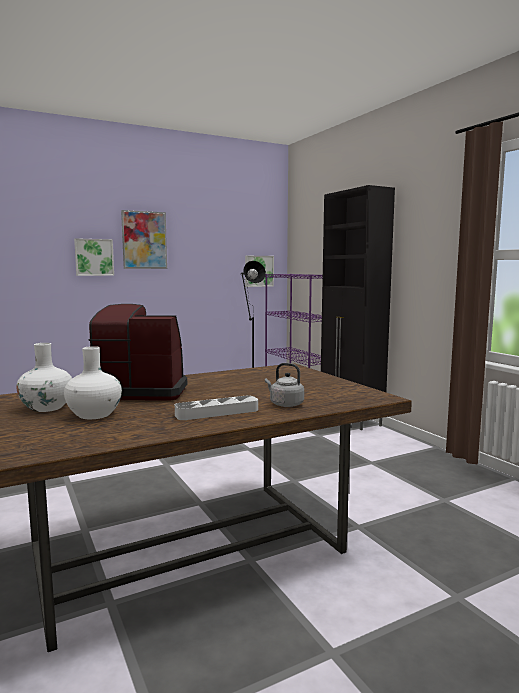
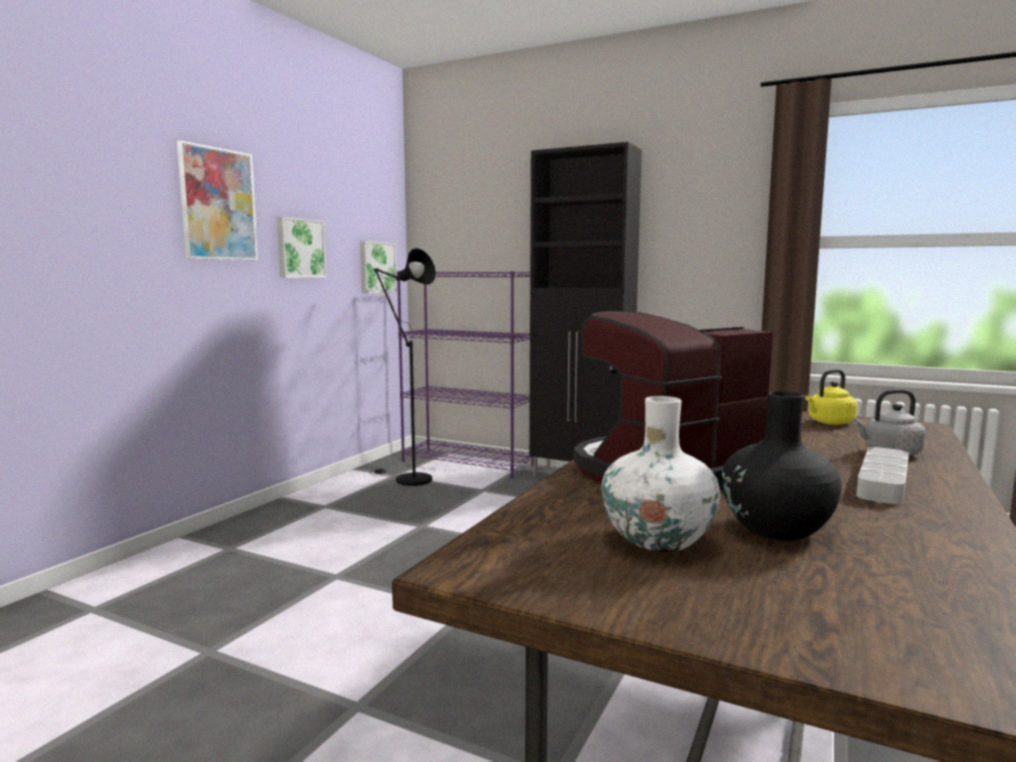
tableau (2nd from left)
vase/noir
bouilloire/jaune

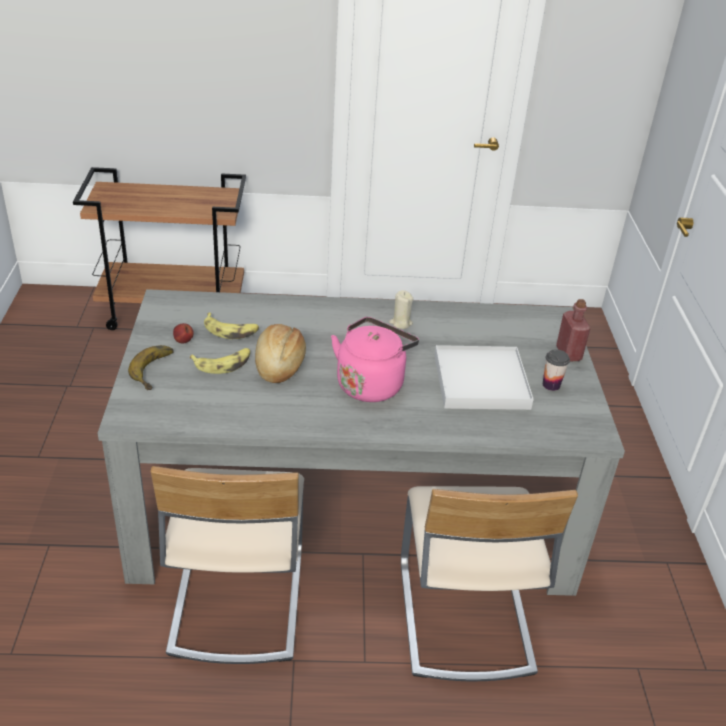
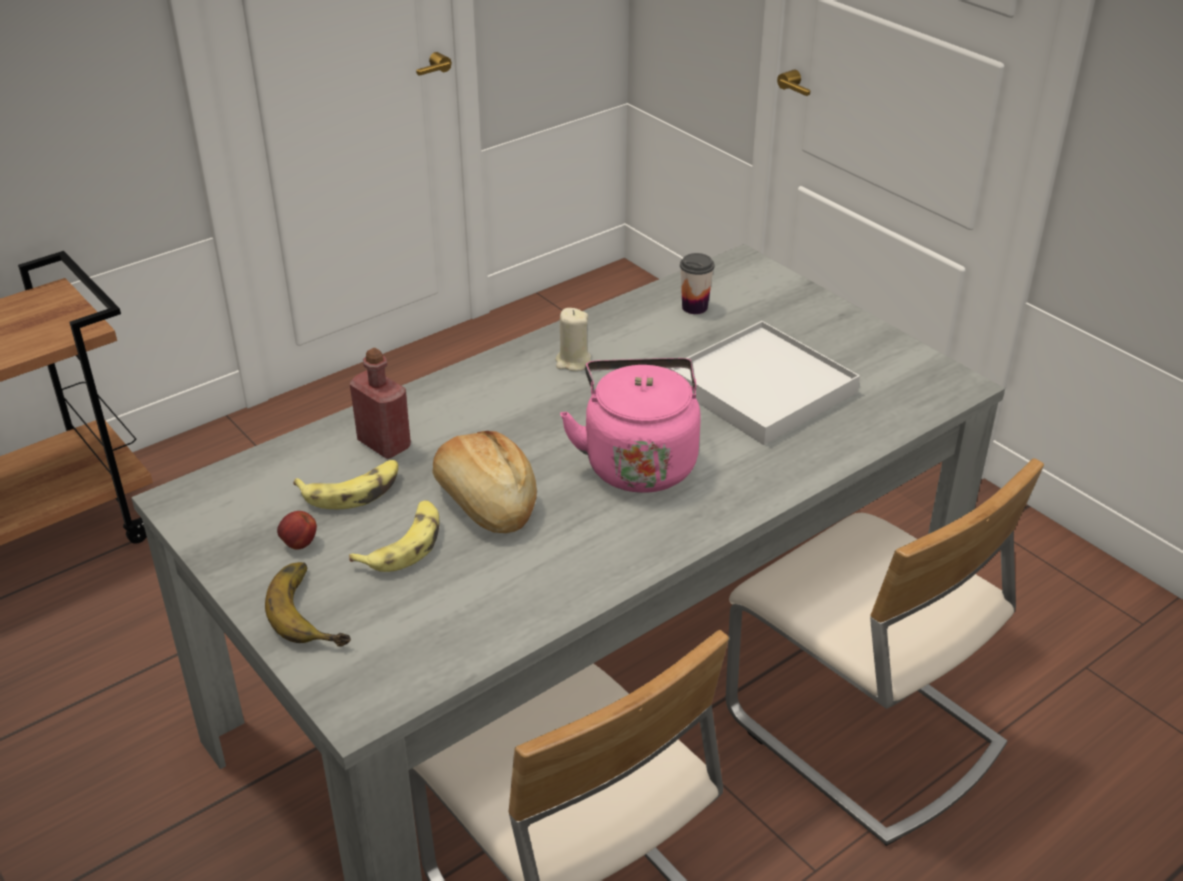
bouteille/rouge
tasse

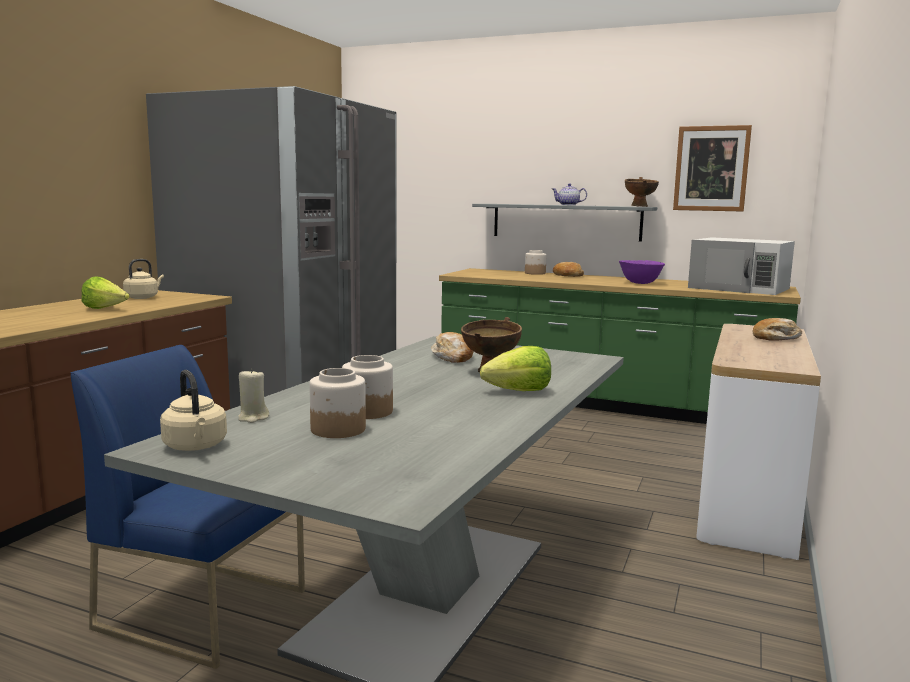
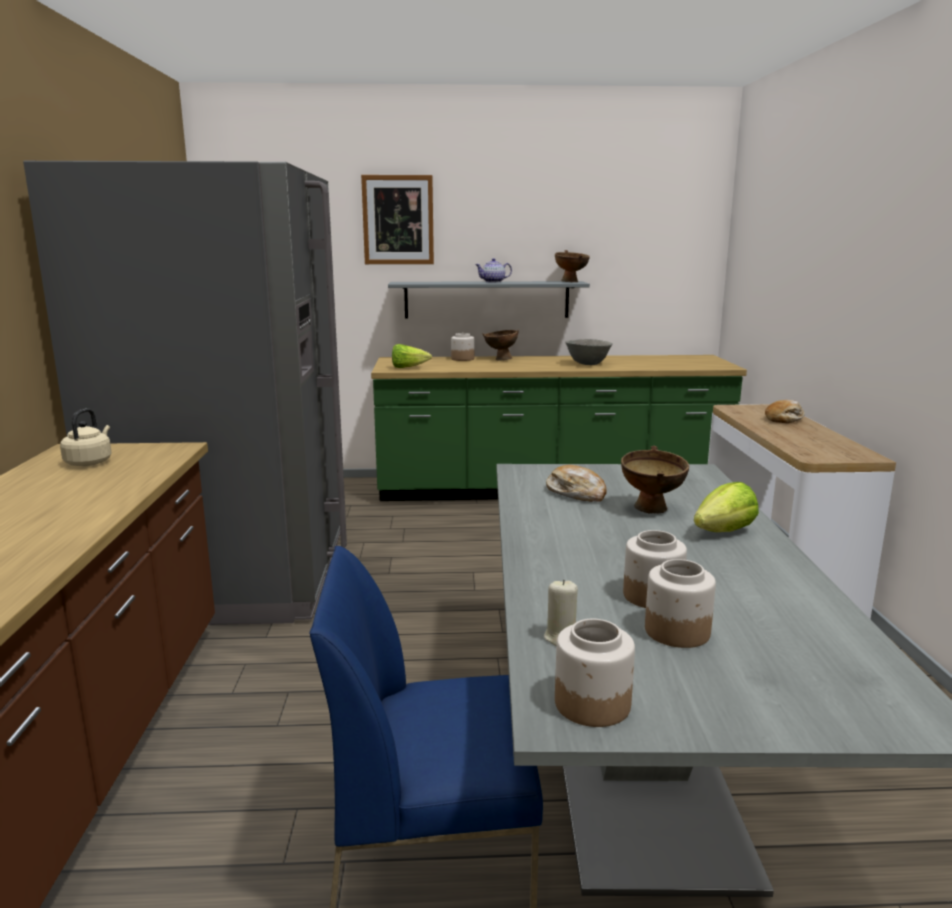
tableau
laitue (1st from left)
bol/marron (1st from left)
bocal (2nd from left)
bol/gris
micro-ondes/blanc

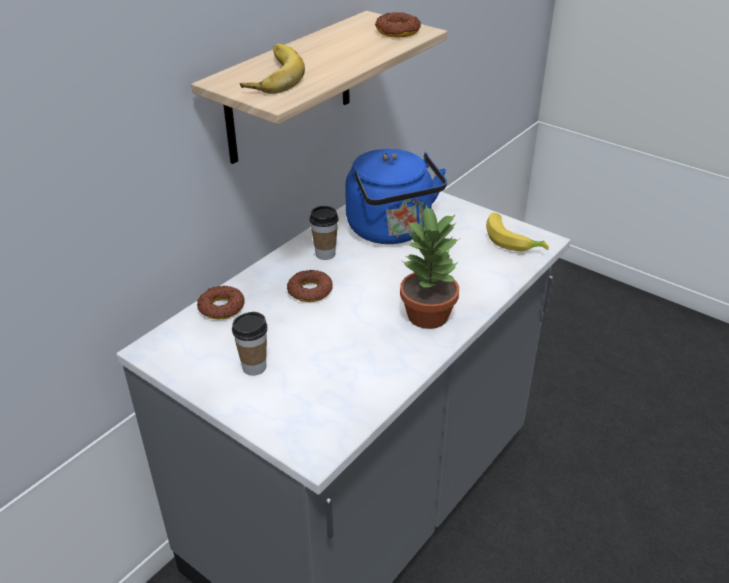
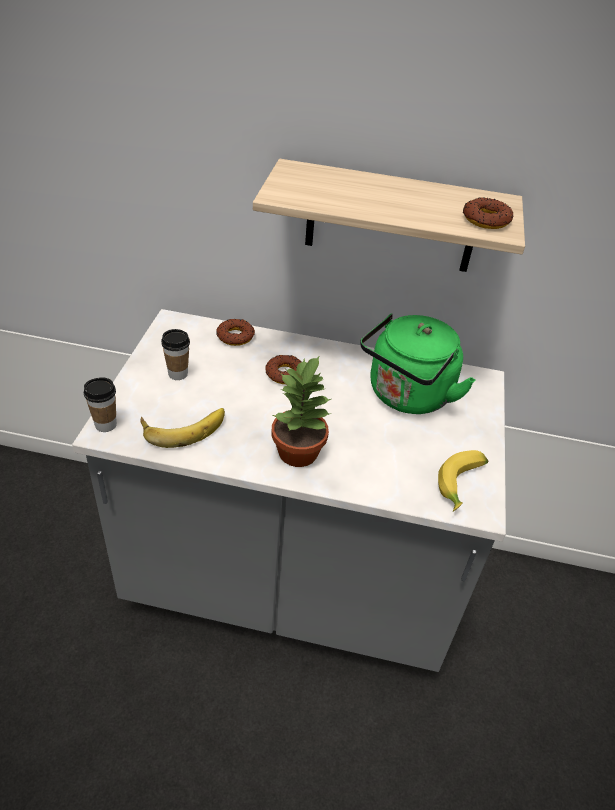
tasse (1st from left)
banane (1st from left)
bouilloire/vert

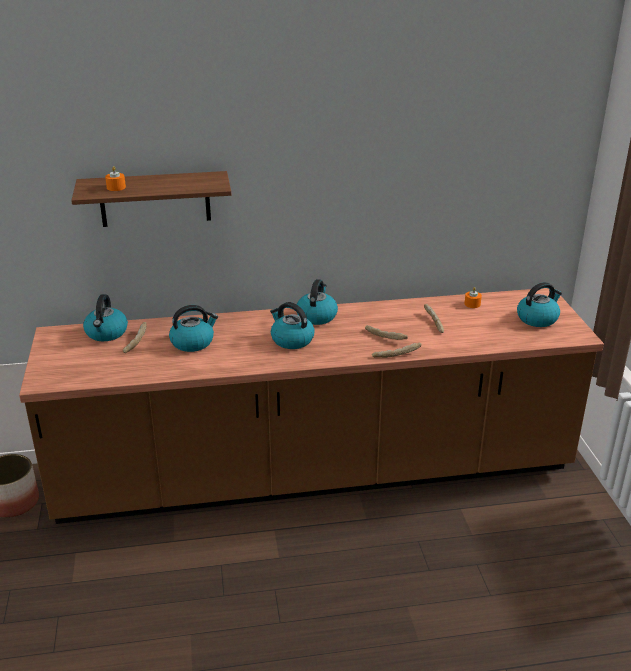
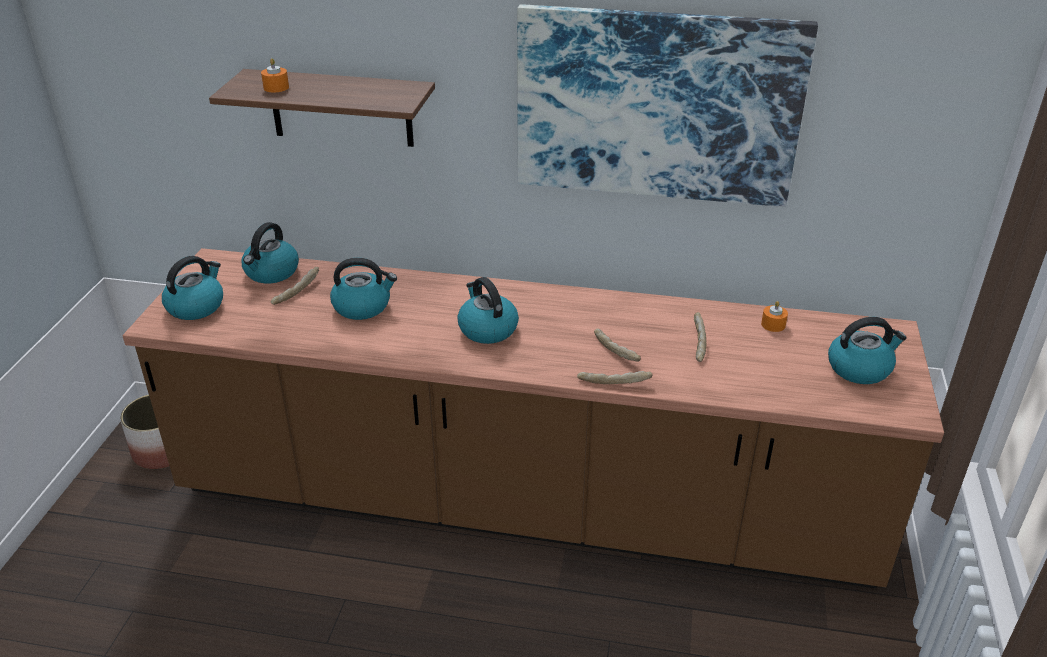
bouilloire (1st from left)
tableau

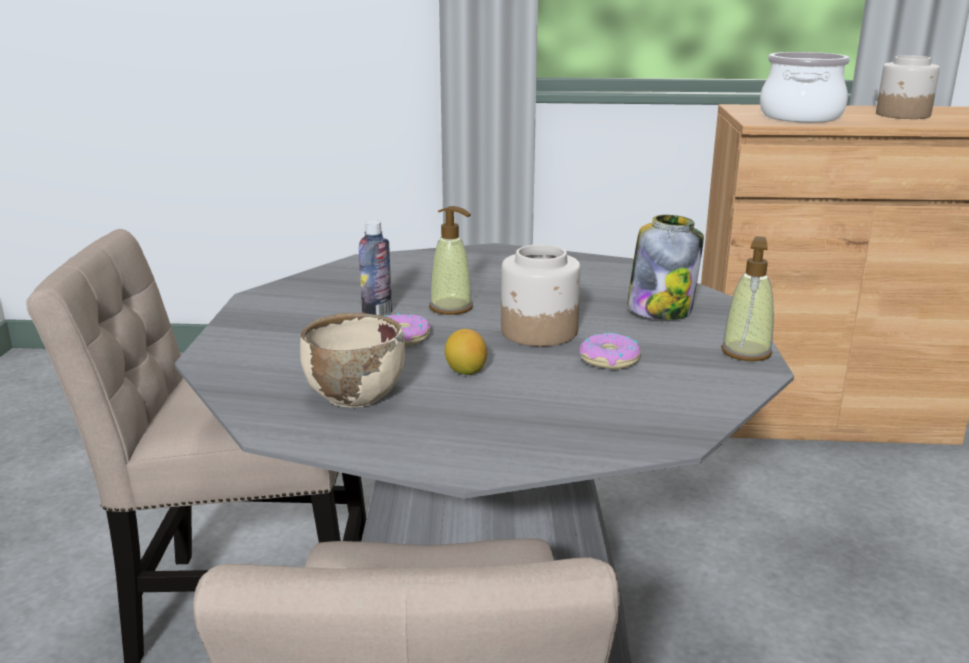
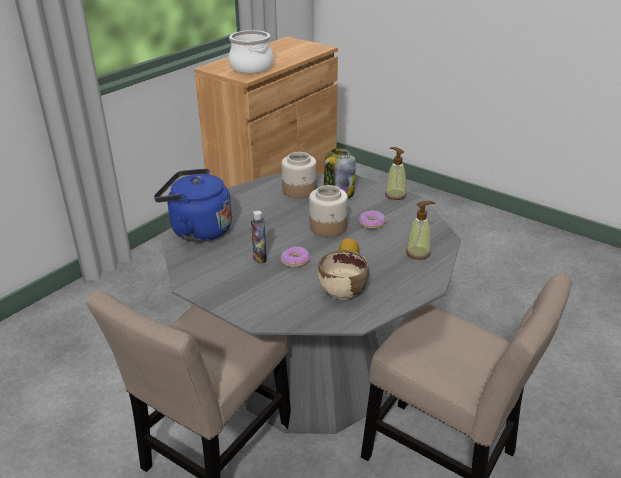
bouilloire/bleu
bocal (1st from left)
distributeur de savon (2nd from left)

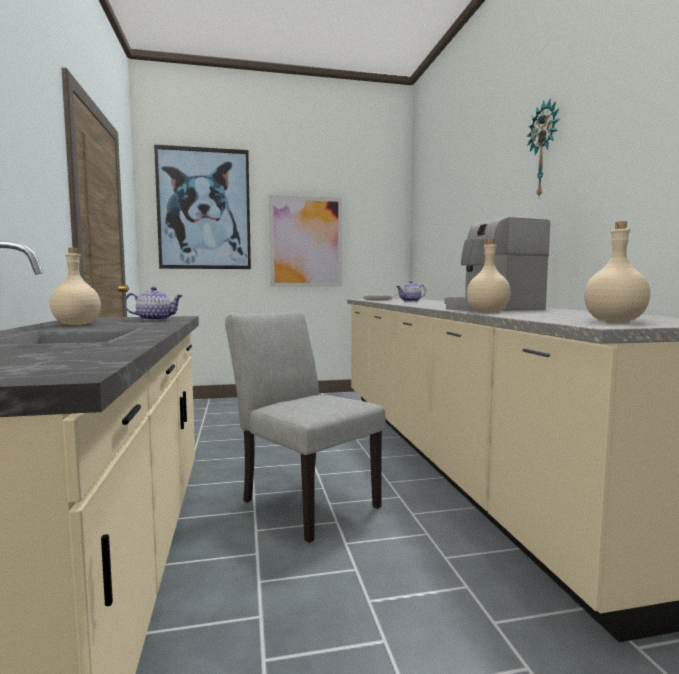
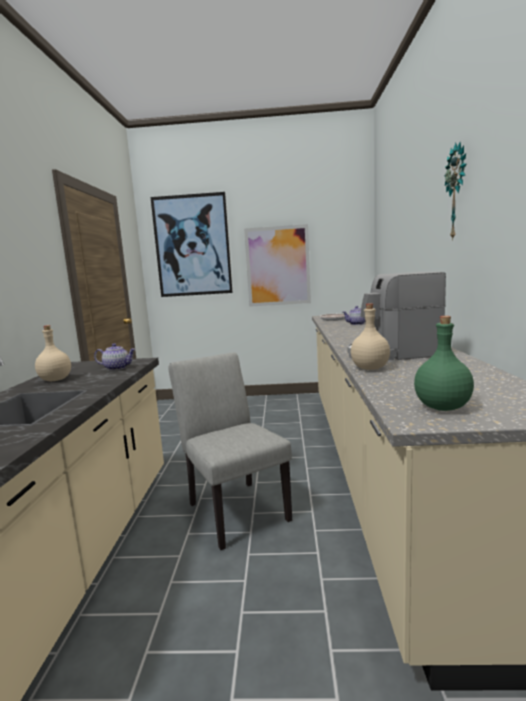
bouteille/vert

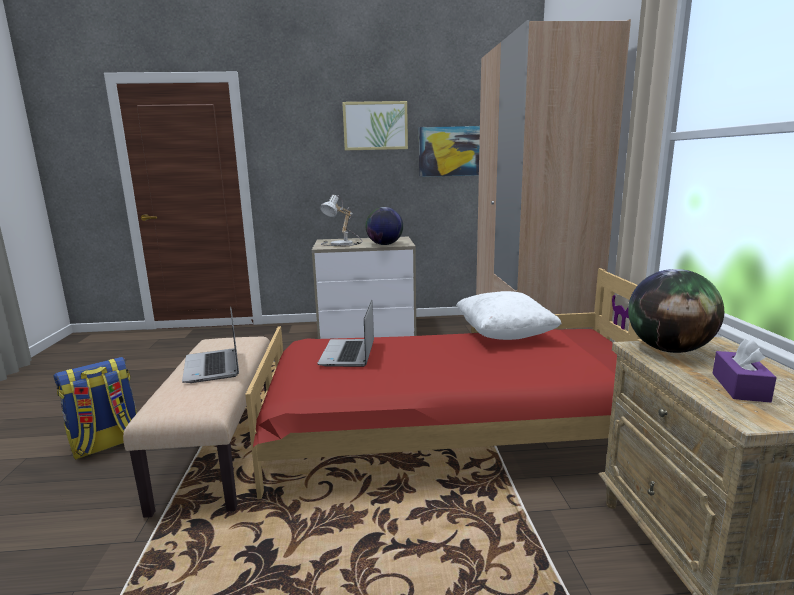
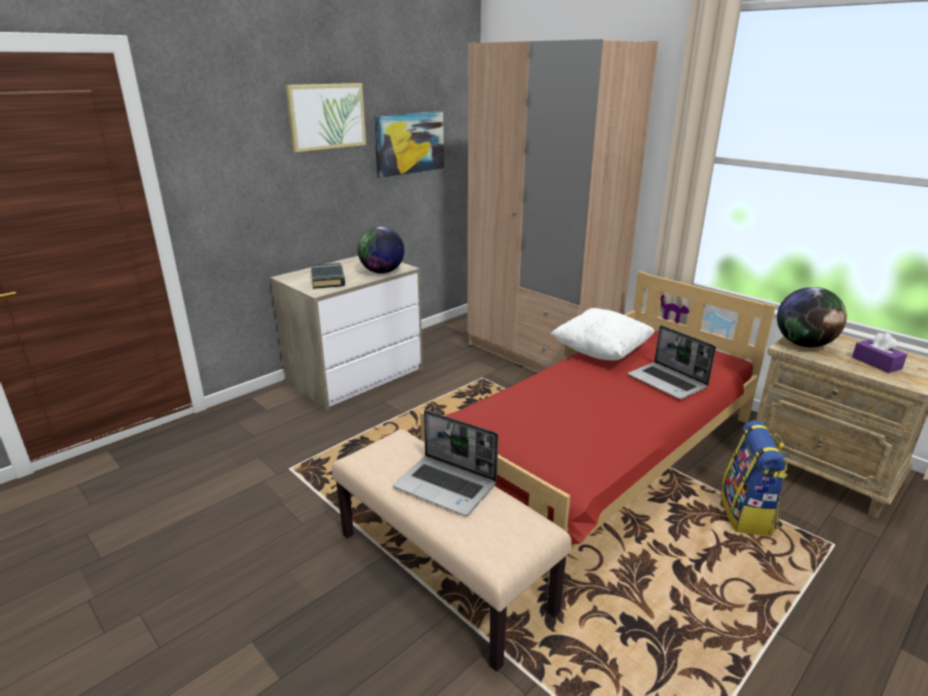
livre/noir
ordinateur portable (2nd from left)
sac à dos

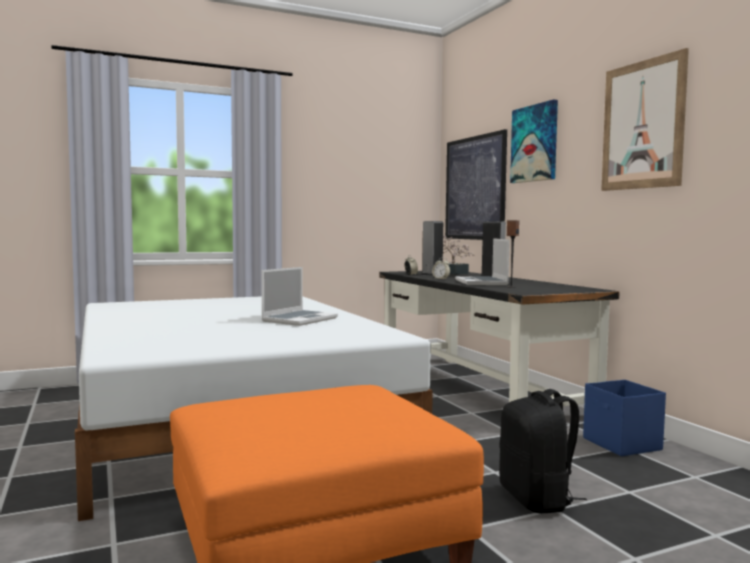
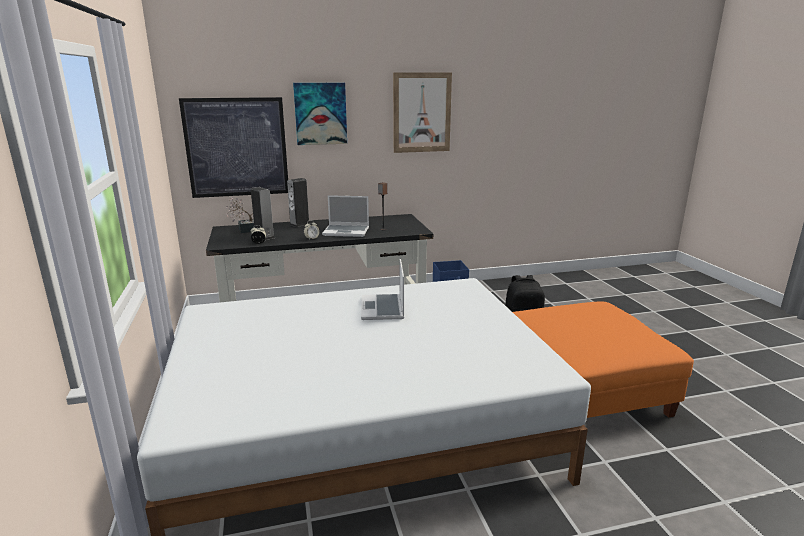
ordinateur portable (2nd from left)

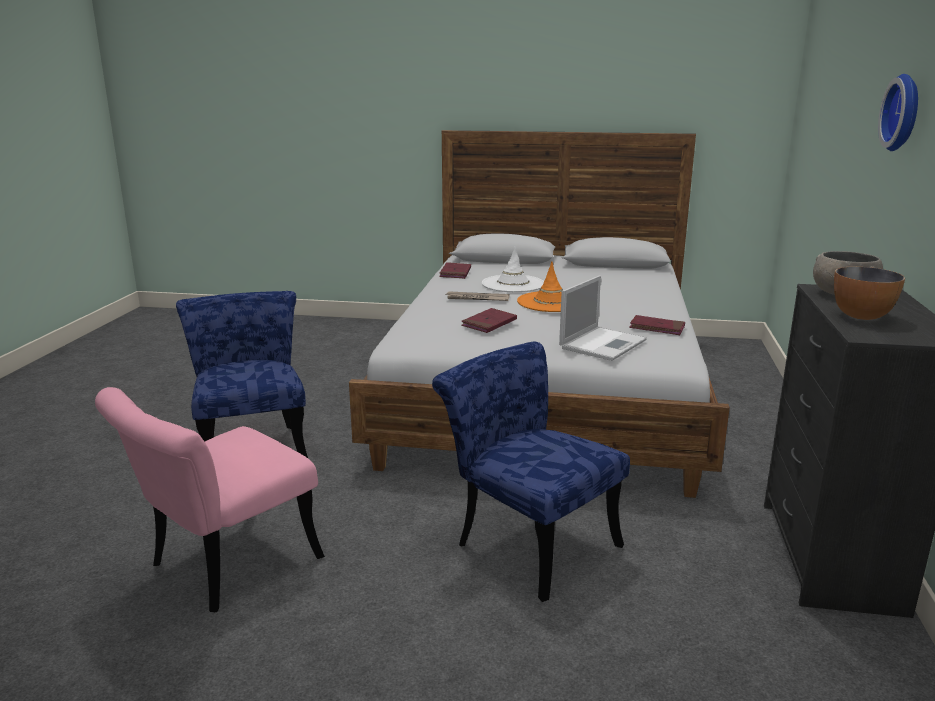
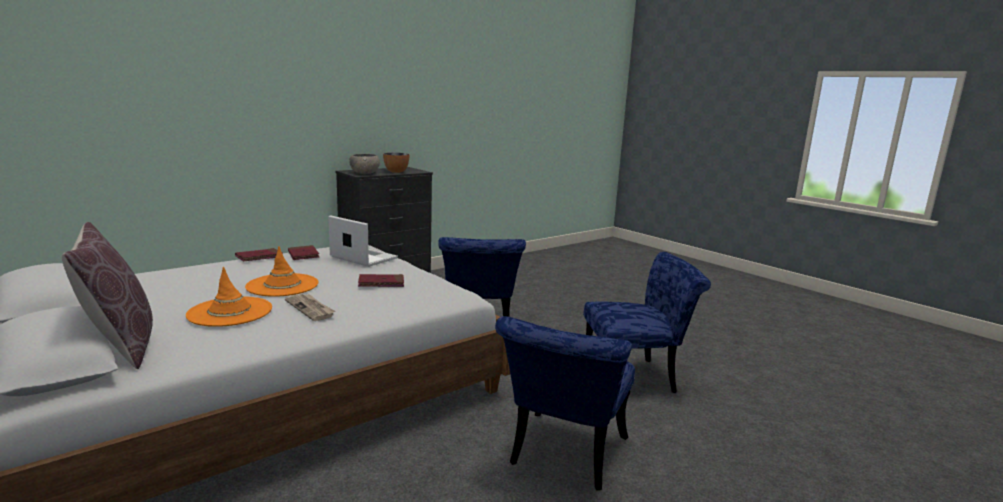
coussin/marron
chapeau/orange (1st from left)
livre/rouge (1st from left)
ordinateur portable
chaise/bleu (3rd from left)
horloge murale

